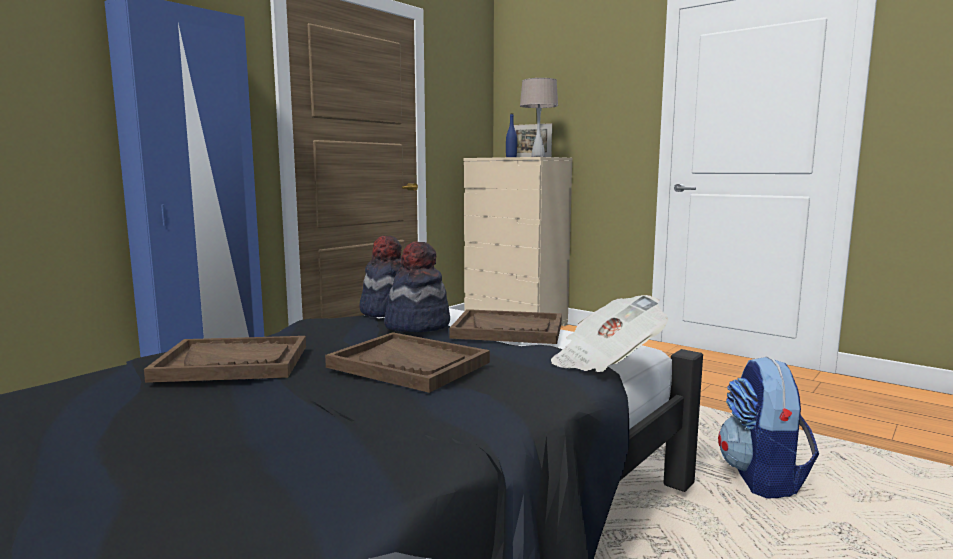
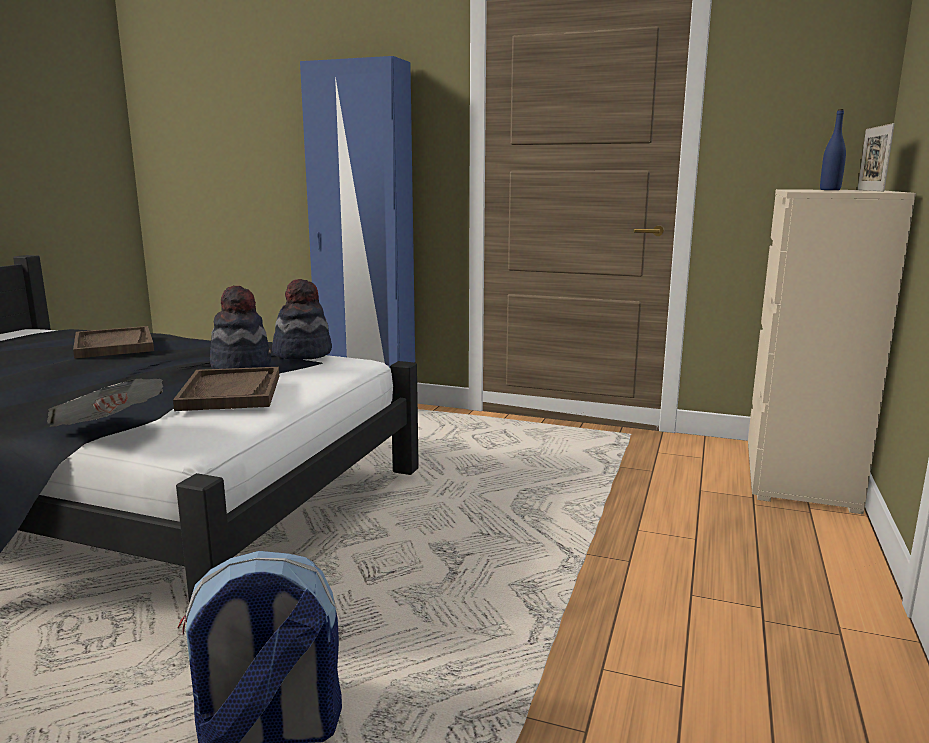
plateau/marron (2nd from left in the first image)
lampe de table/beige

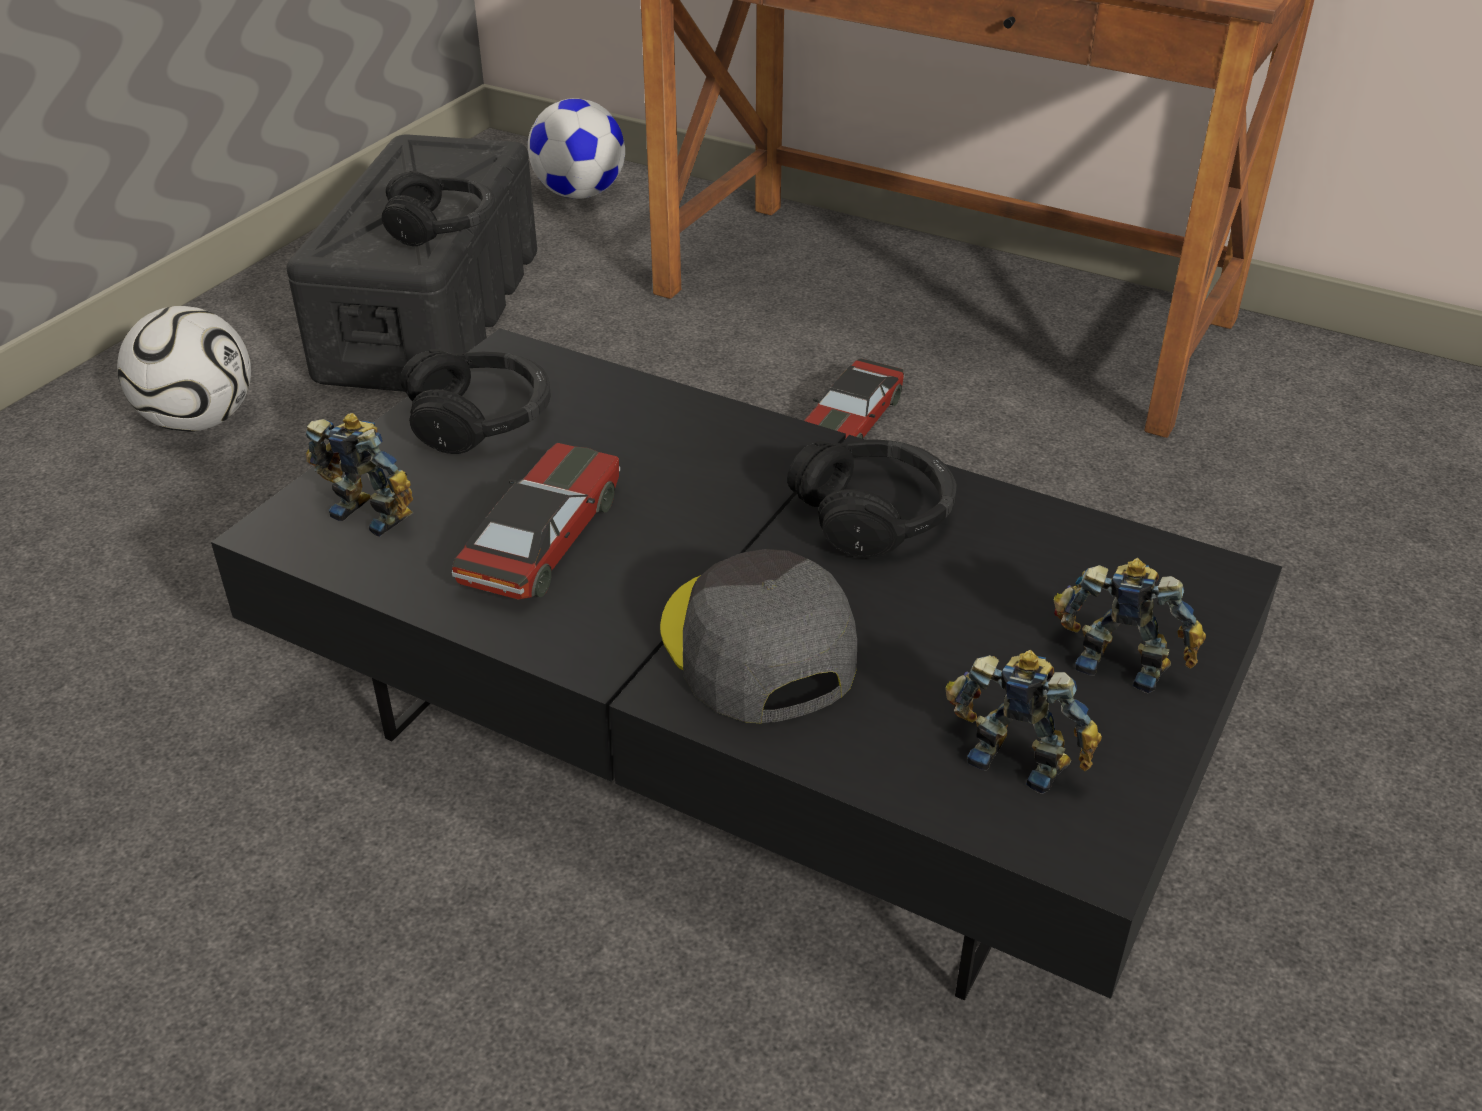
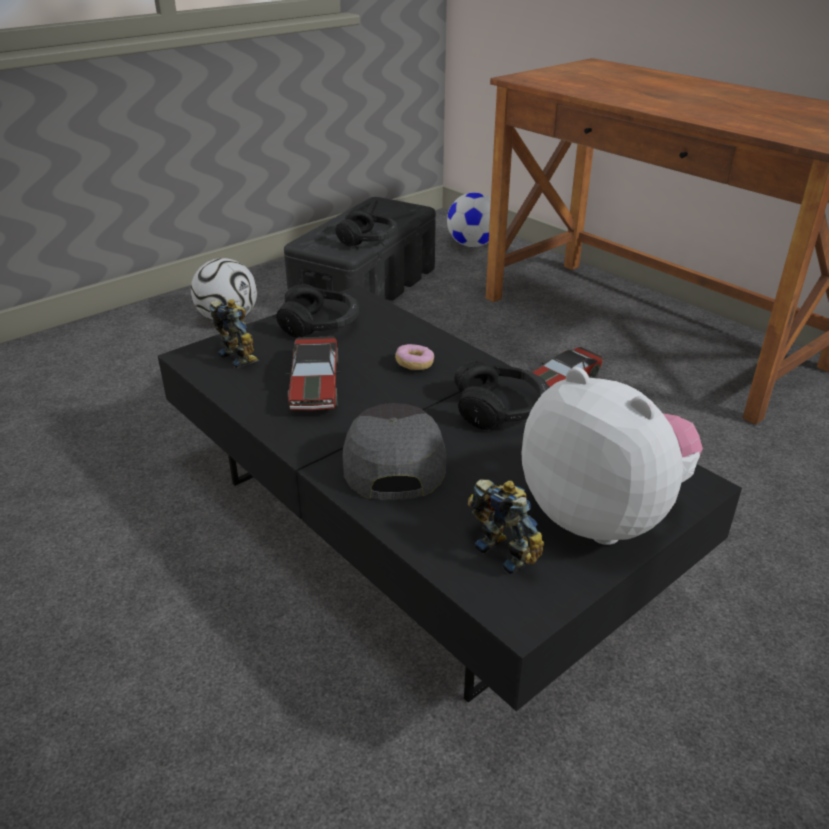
petite voiture (1st from left)
beignet
peluche

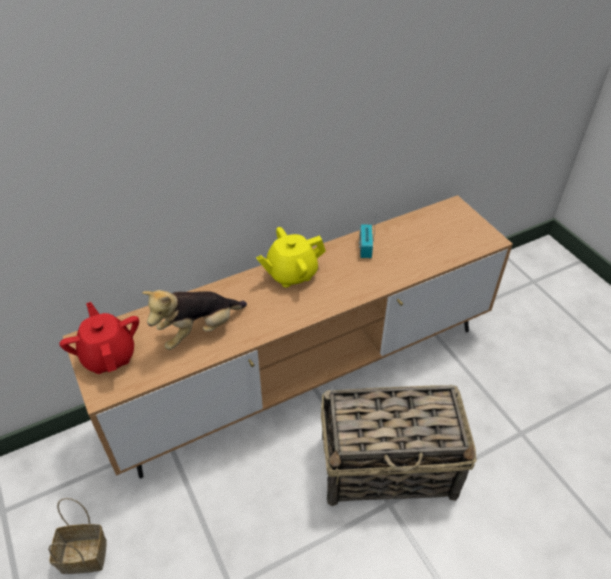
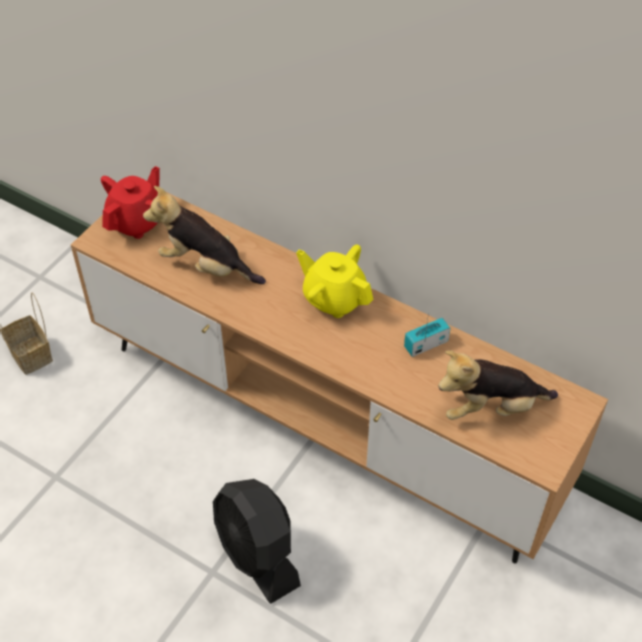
ventilateur/noir
peluche (2nd from left)

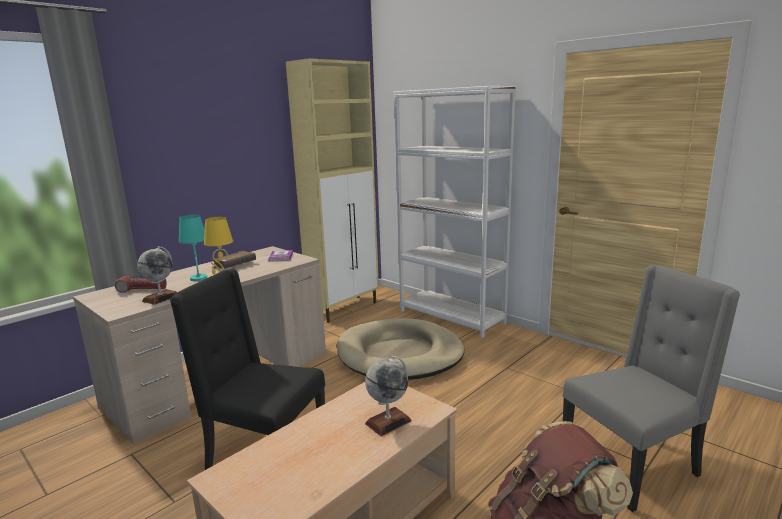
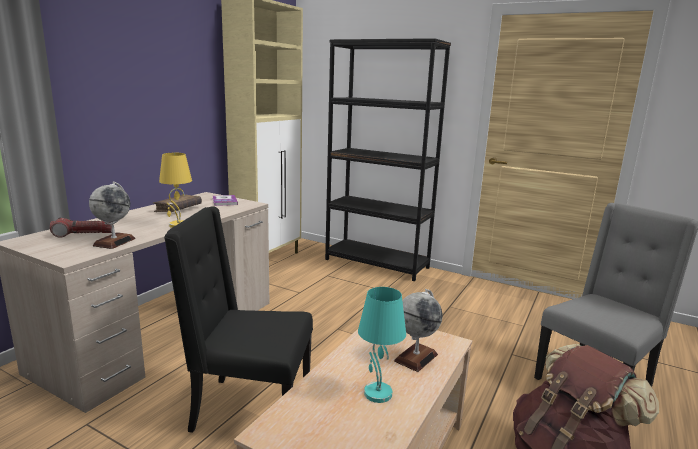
bibliothèque/noir
lampe de table/turquoise
panier pour chien/beige

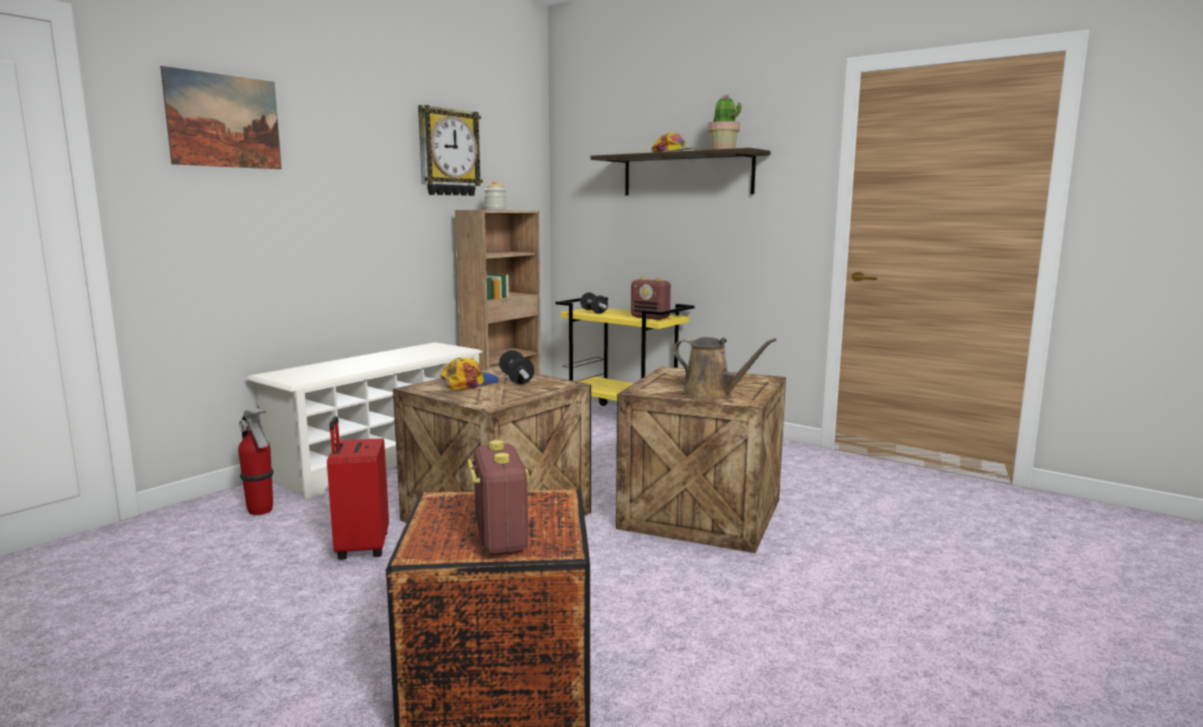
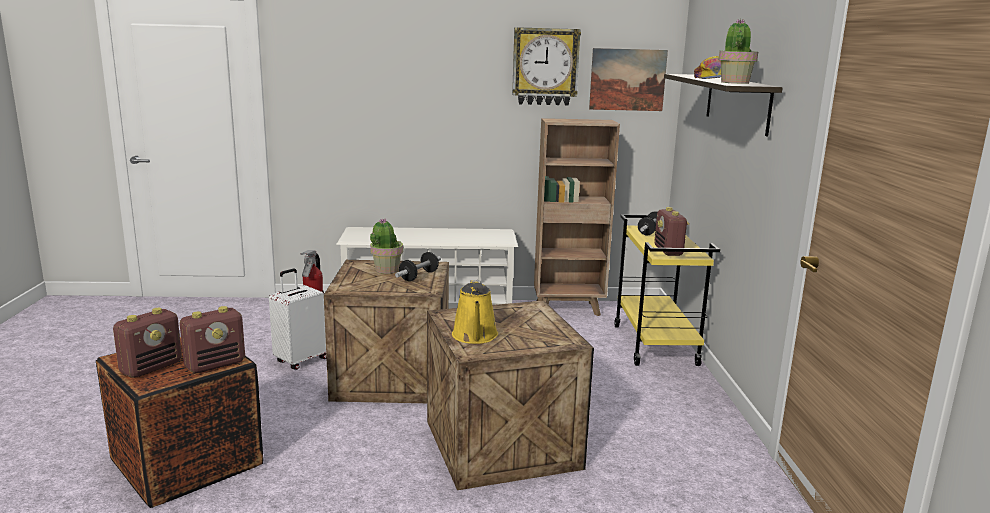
radio (2nd from left)
valise/blanc
plante en pot (1st from left)
arrosoir/jaune
tableau
bocal

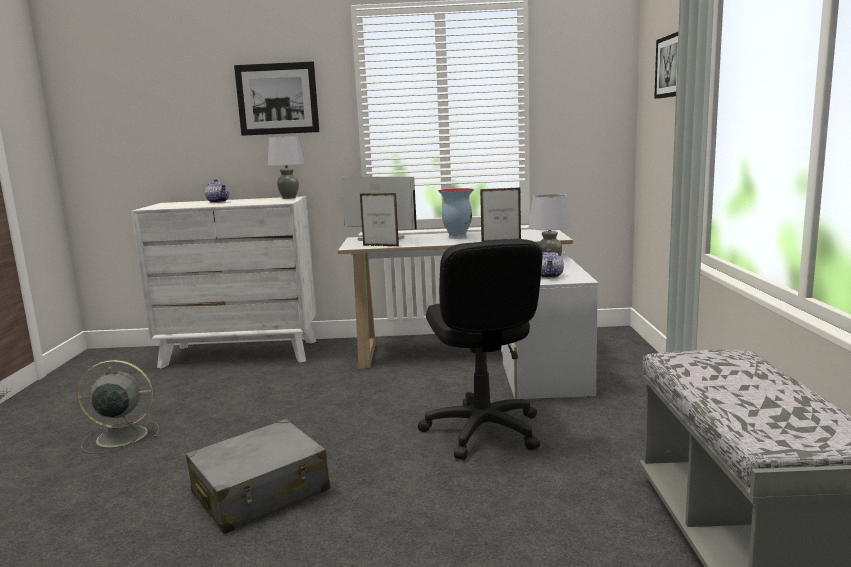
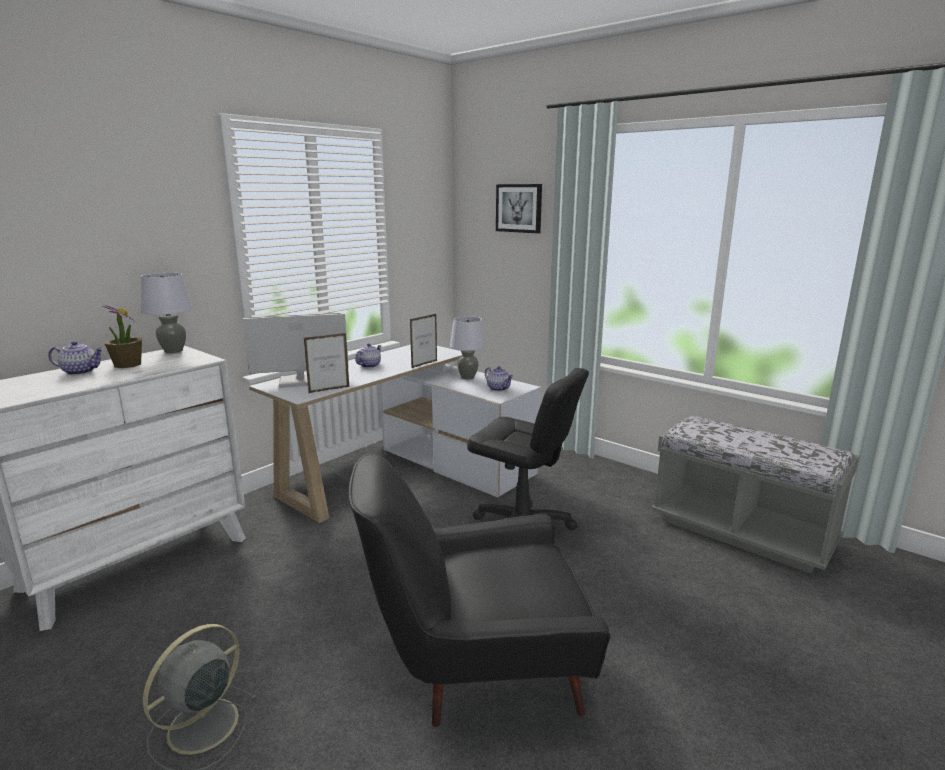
plante en pot
fauteuil/noir
théière (2nd from left)
tableau (1st from left in the first image)

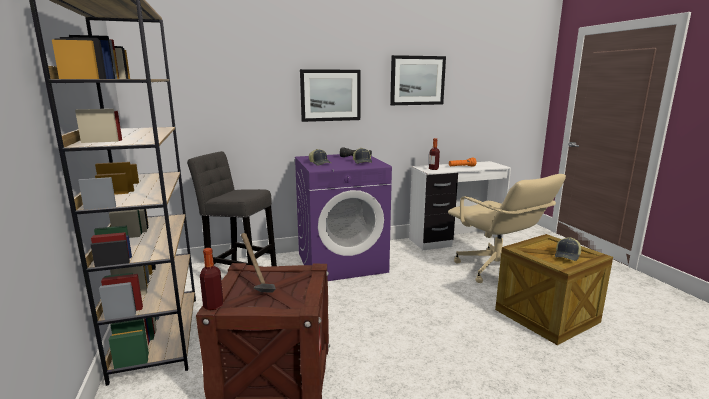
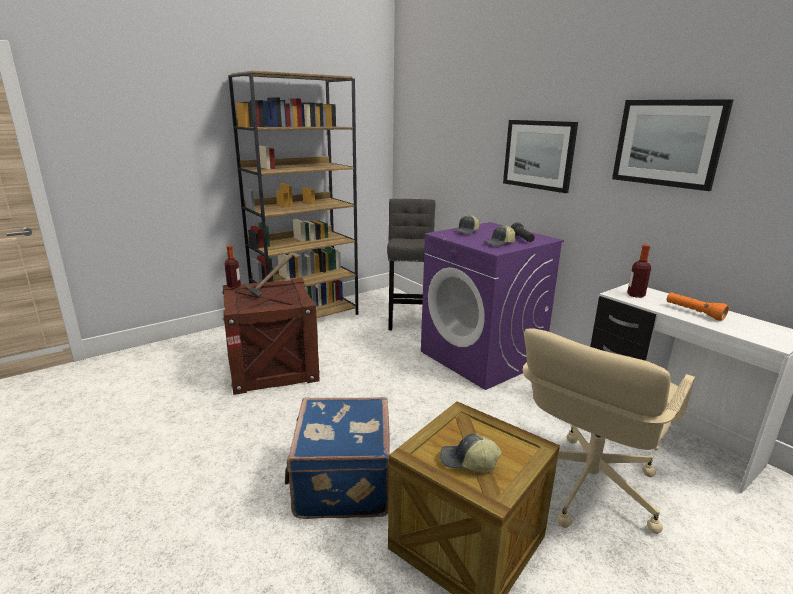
valise/bleu

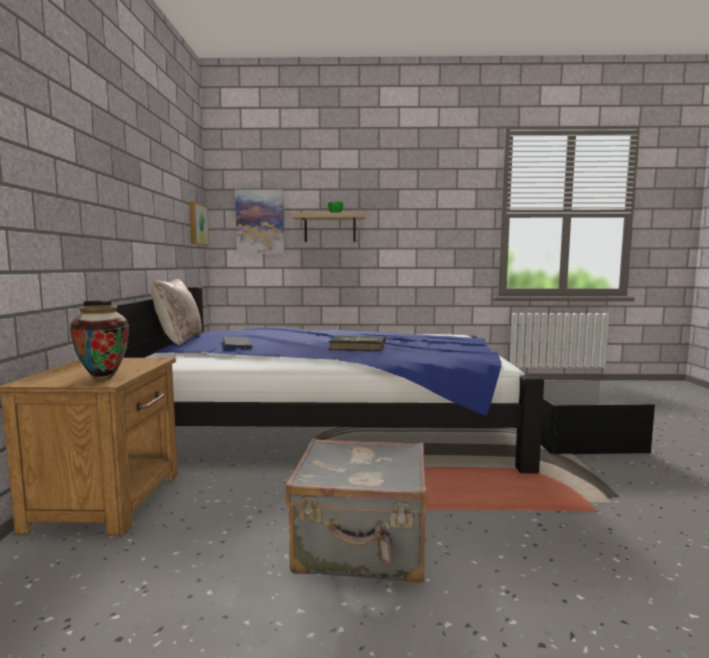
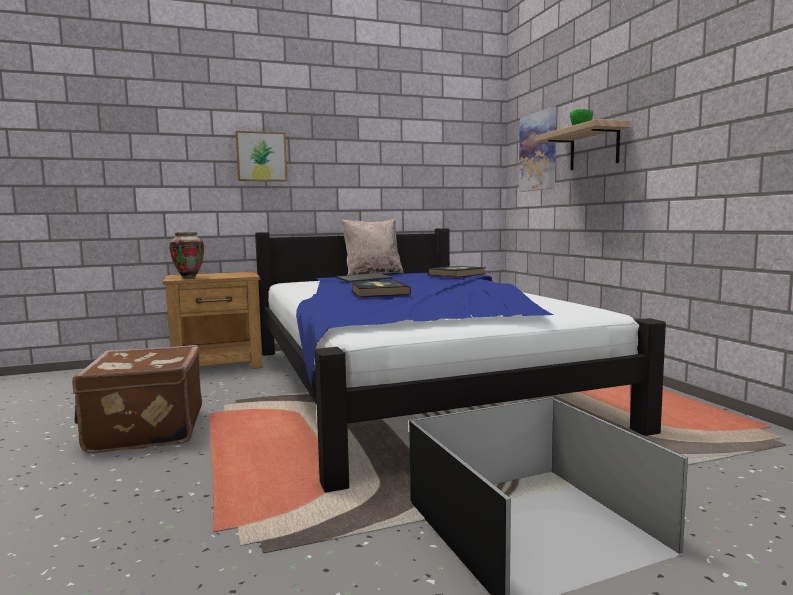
valise/marron
tableau (1st from left)
livre (2nd from left)

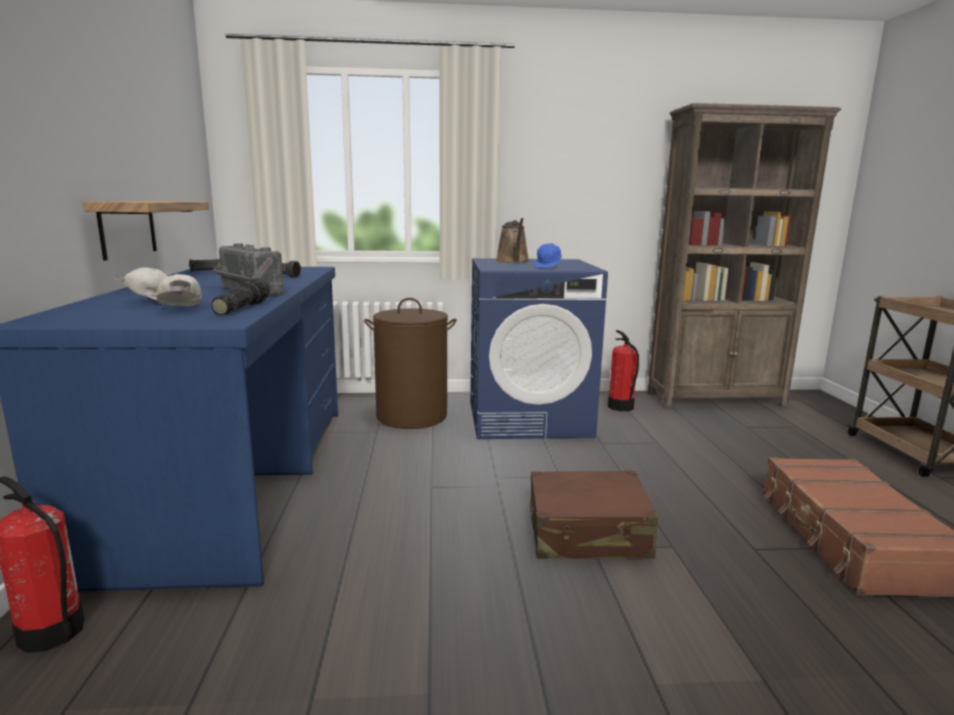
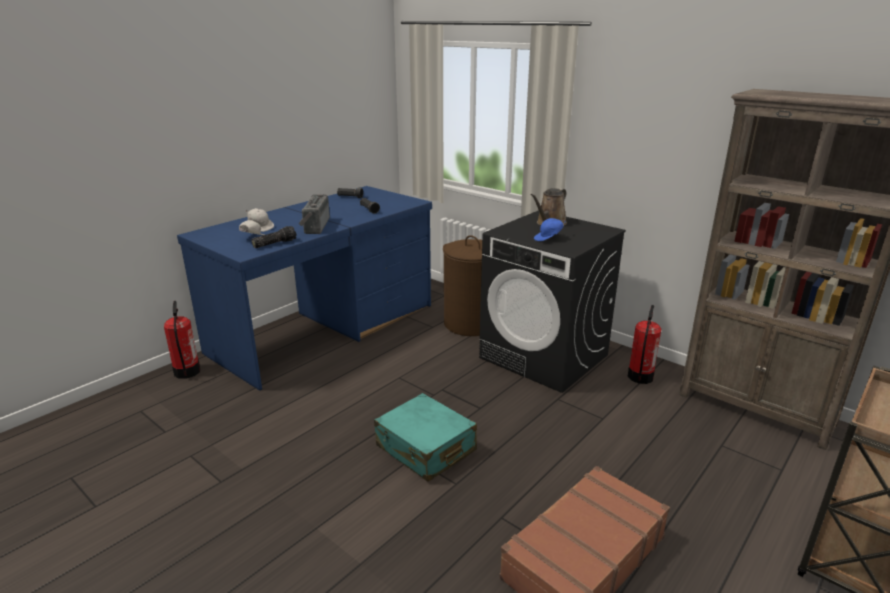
valise/turquoise
lave-linge/noir
étagère

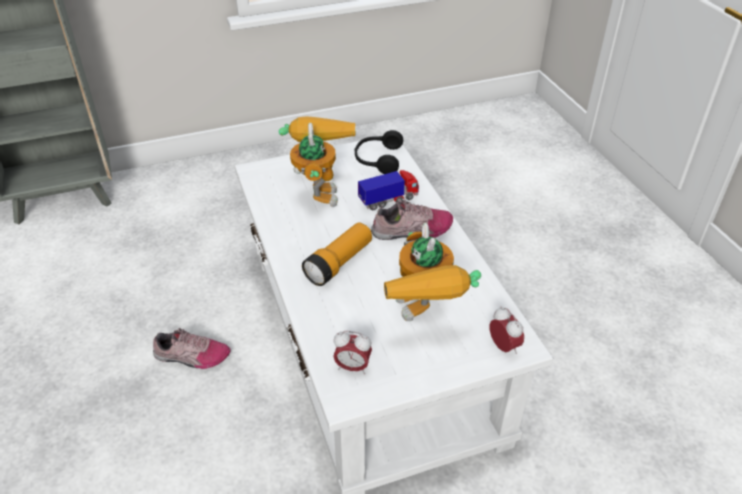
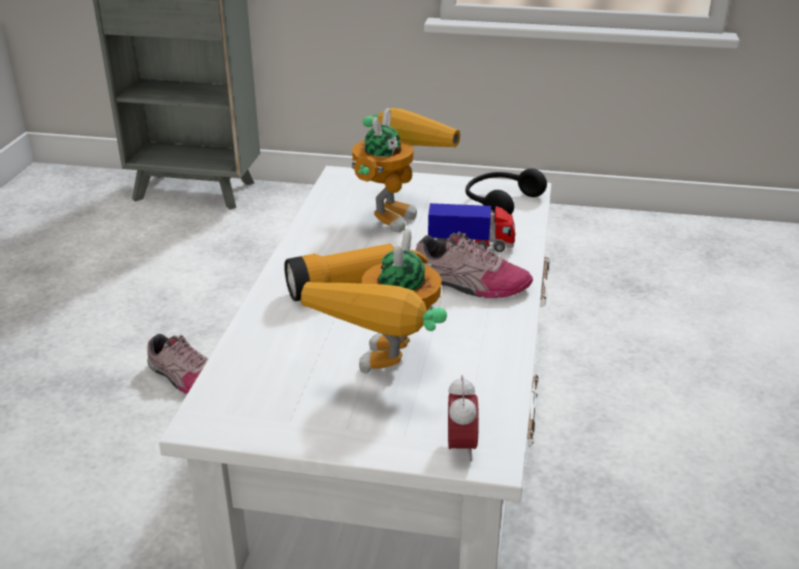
réveil (1st from left in the first image)

